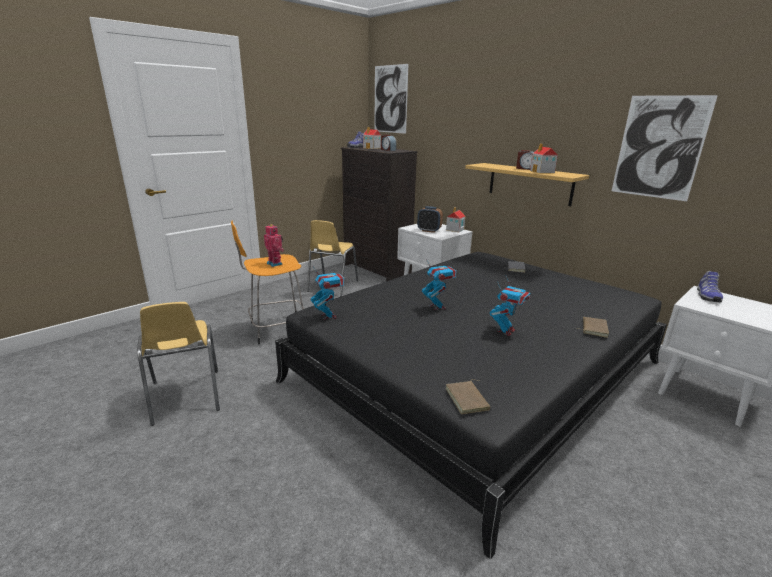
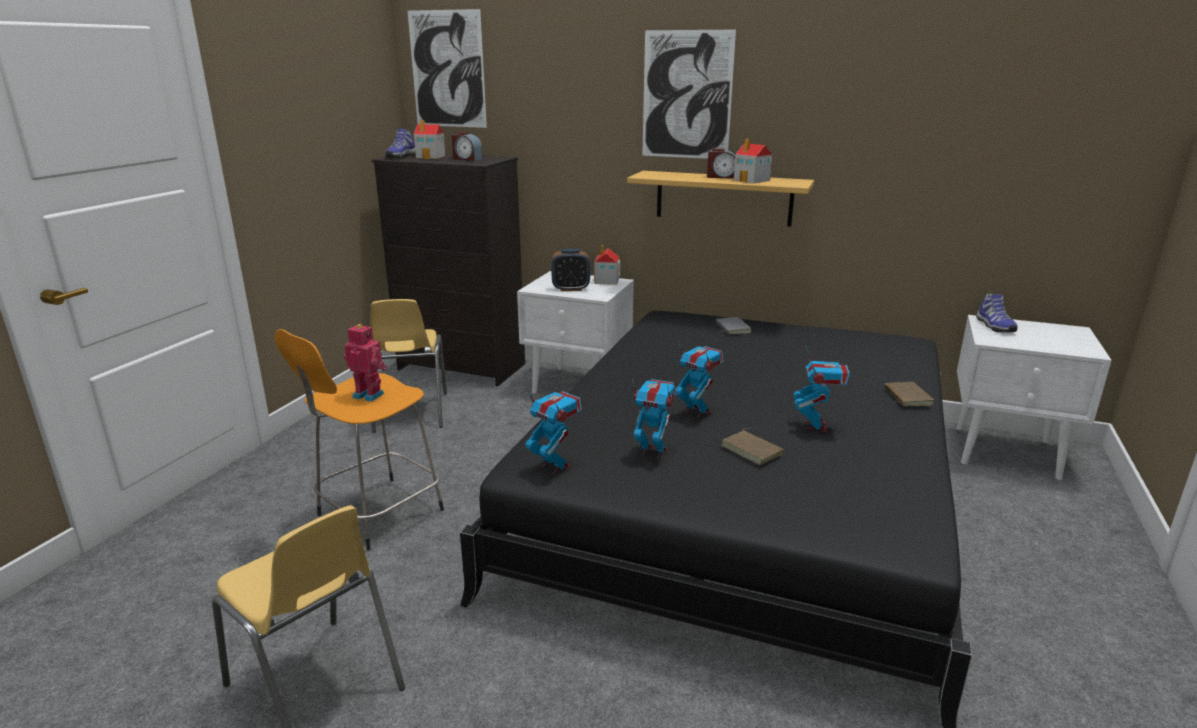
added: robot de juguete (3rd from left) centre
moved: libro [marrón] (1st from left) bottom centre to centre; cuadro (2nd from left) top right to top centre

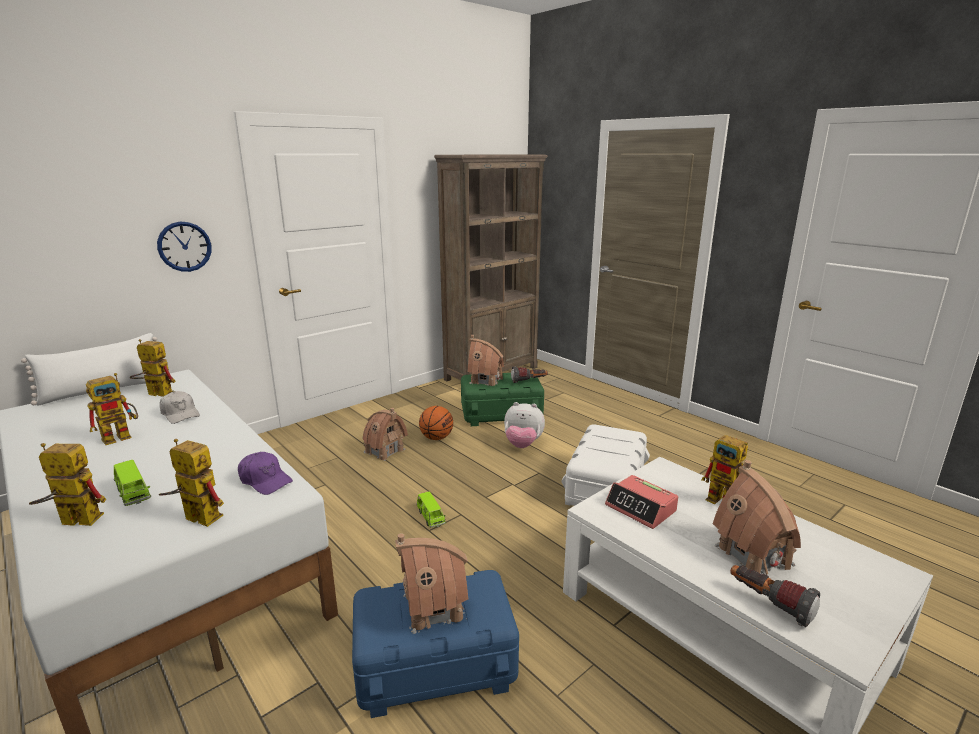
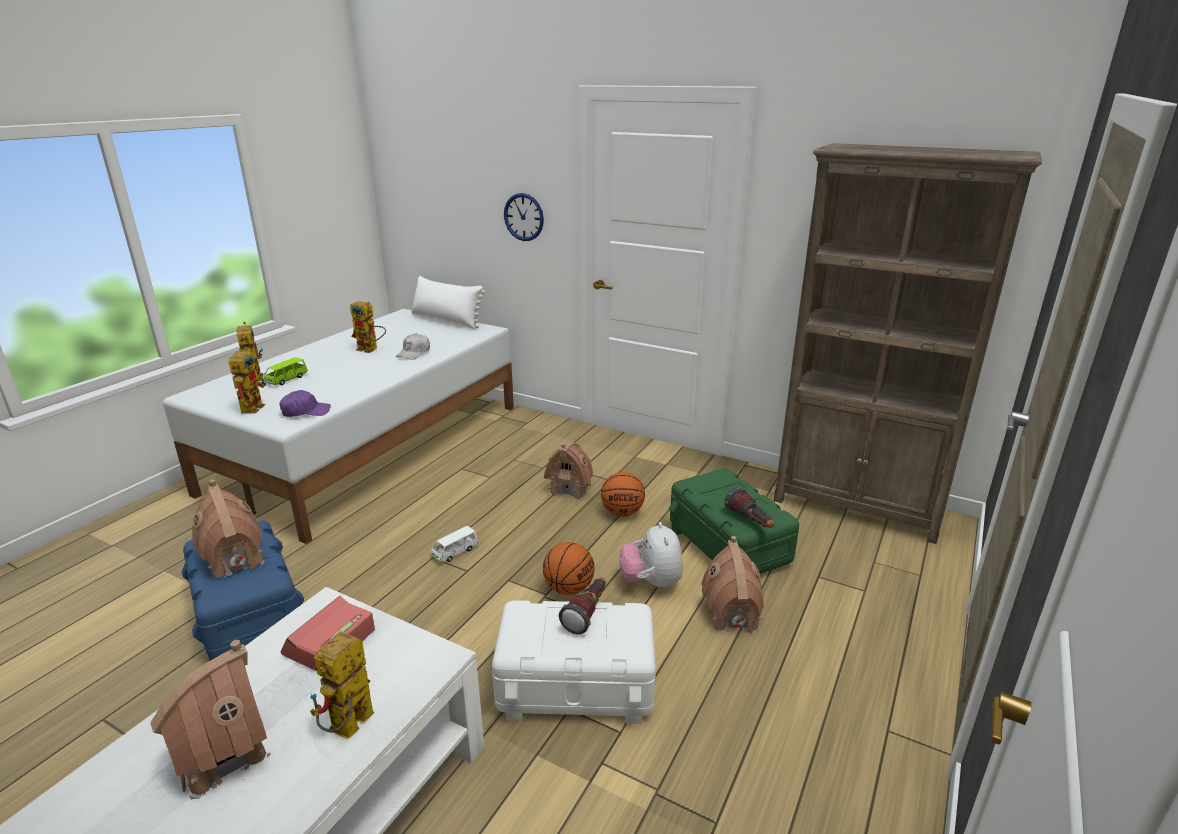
removed: robot de juguete (3rd from left) middle left
added: balón de baloncesto (1st from left) bottom centre
moved: casita (3rd from left in the first image) centre to casita (4th from left) bottom centre; linterna (2nd from left in the first image) bottom right to linterna (1st from left) bottom centre
recoloured: coche de juguete [verde] (2nd from left) bottom centre to coche de juguete [blanco] centre
turned: gorra [morado] middle left = middle left 120 degrees counterclockwise

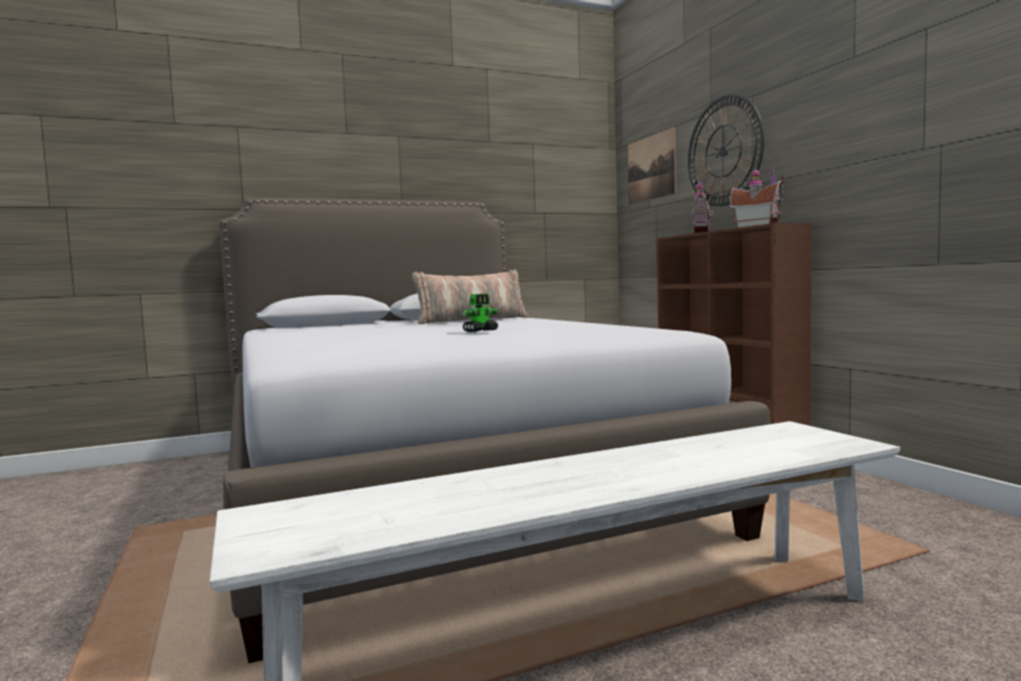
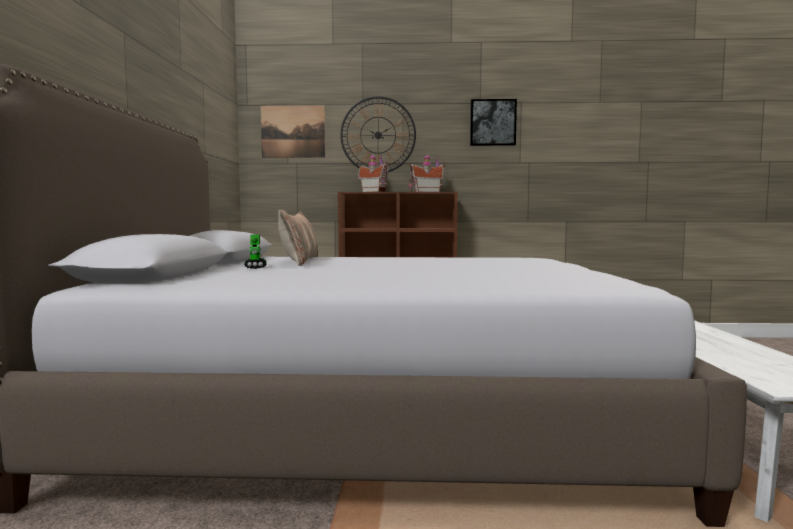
added: cuadro (2nd from left) top centre
moved: robot de juguete centre to middle left

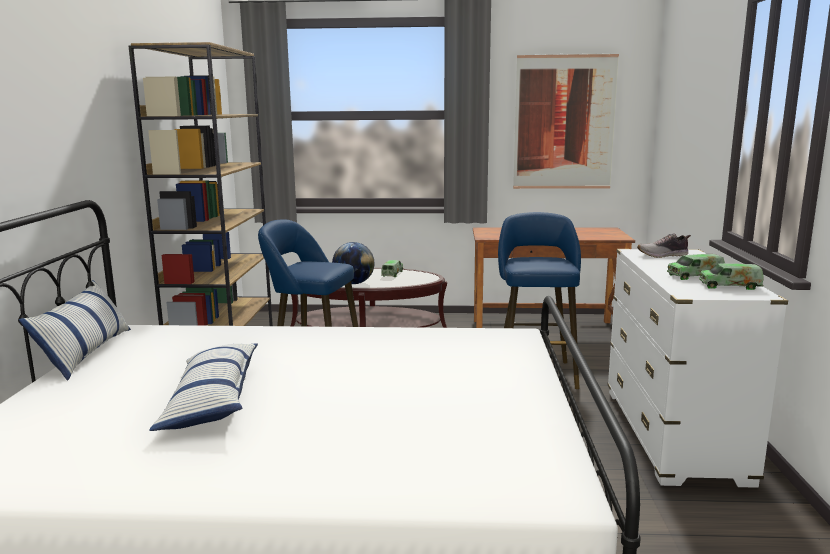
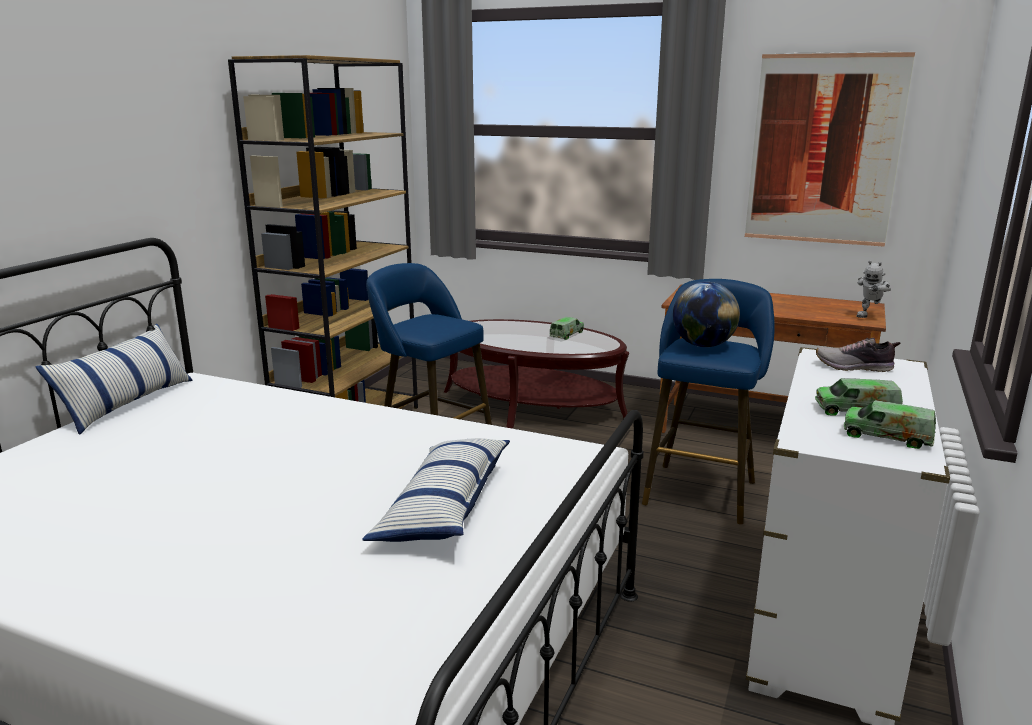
added: robot de juguete middle right
moved: cojín (2nd from left) bottom left to bottom centre; globo terráqueo centre to middle right

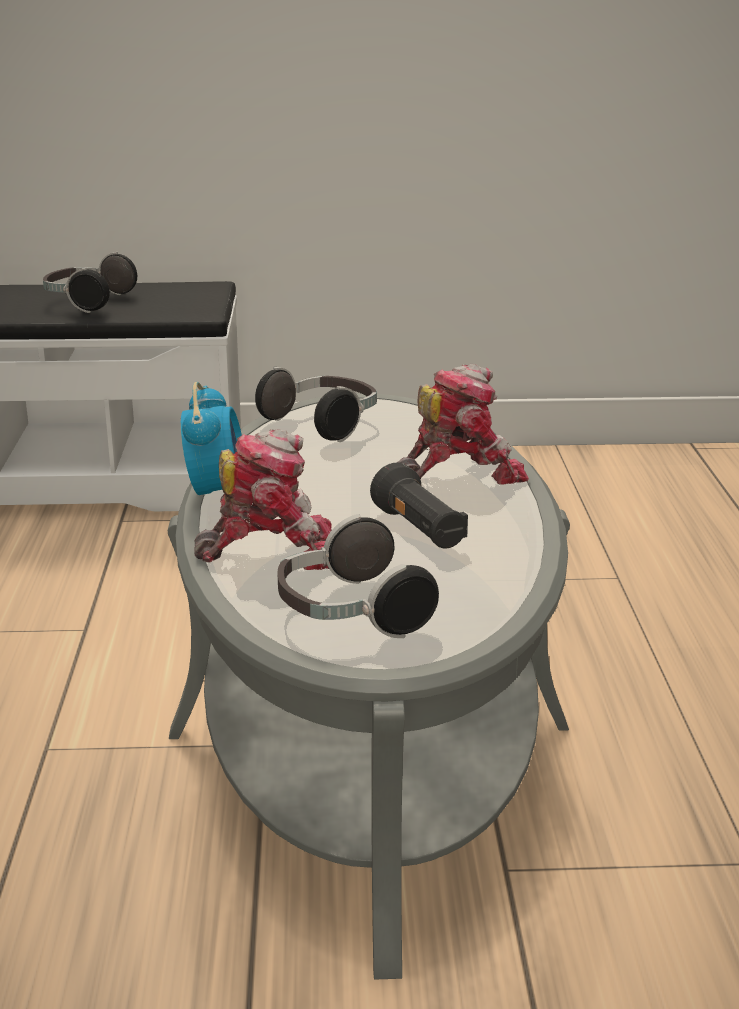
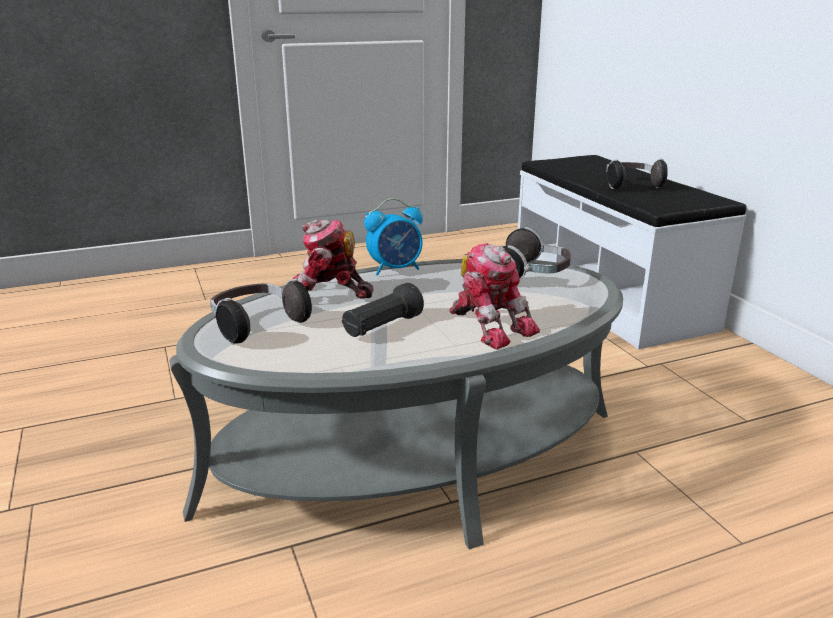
turned: robot de juguete (1st from left) centre = centre 120 degrees clockwise

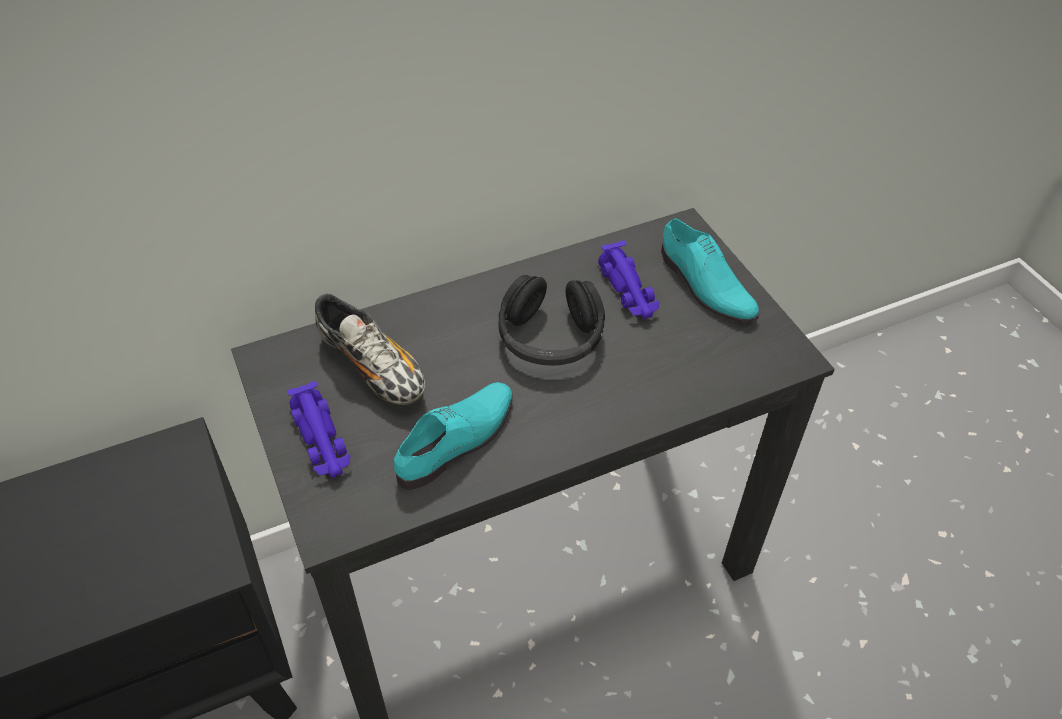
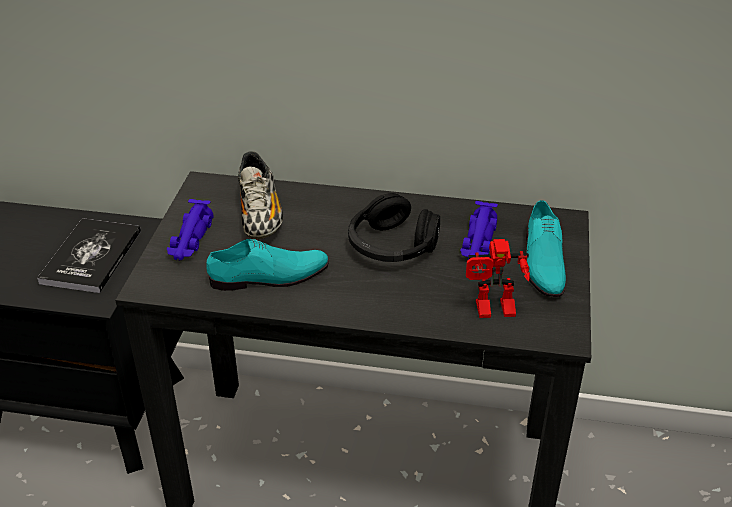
added: libro middle left; robot de juguete middle right

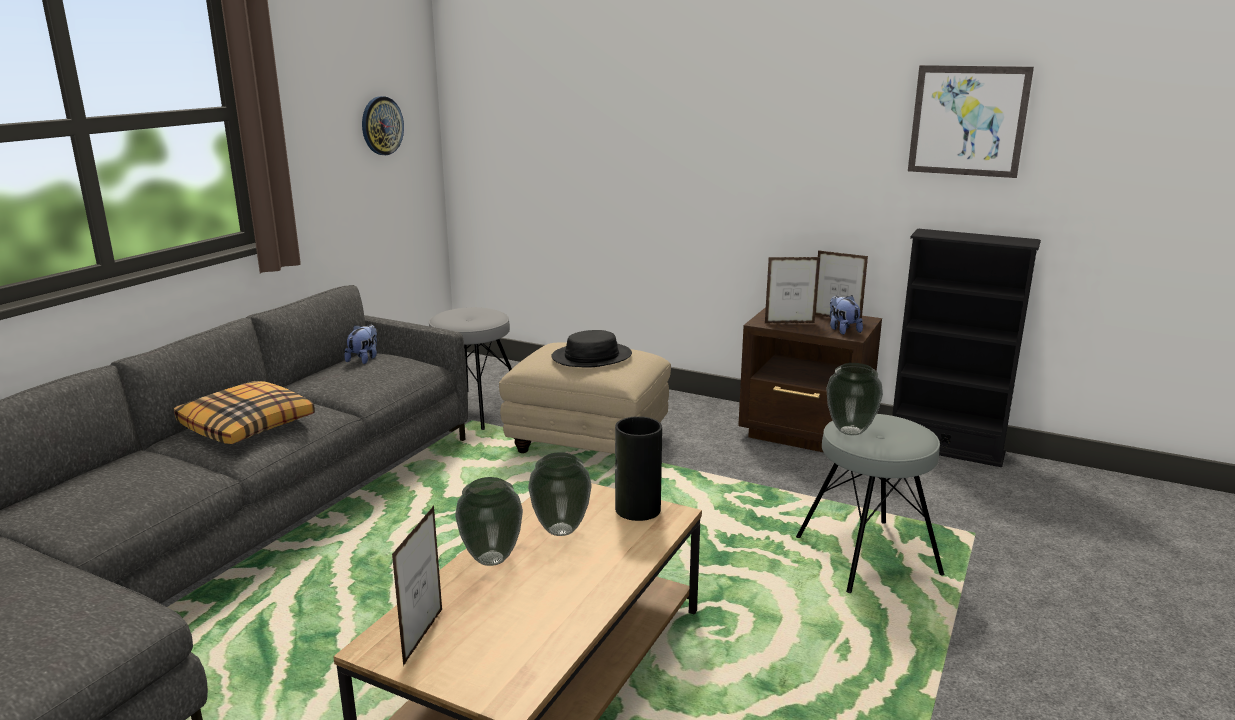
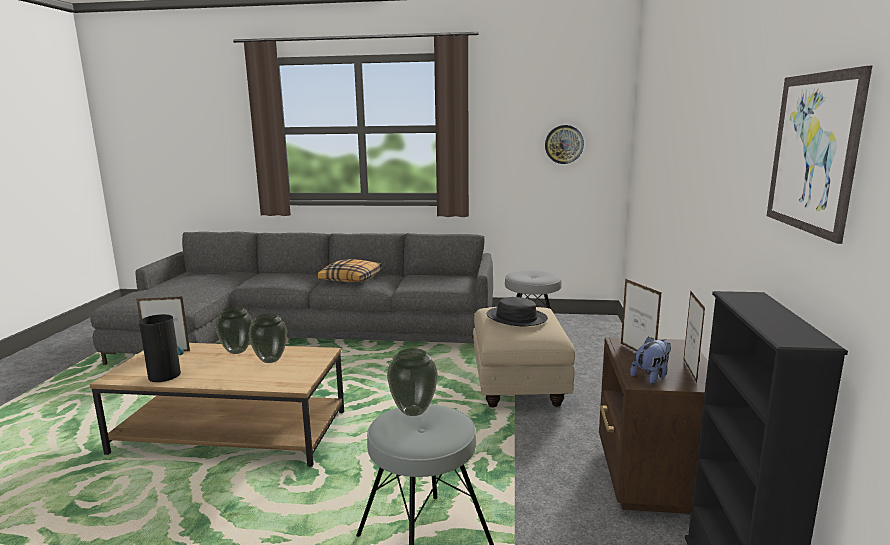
removed: peluche (1st from left) middle left
moved: florero (3rd from left in the first image) centre to florero (1st from left) middle left

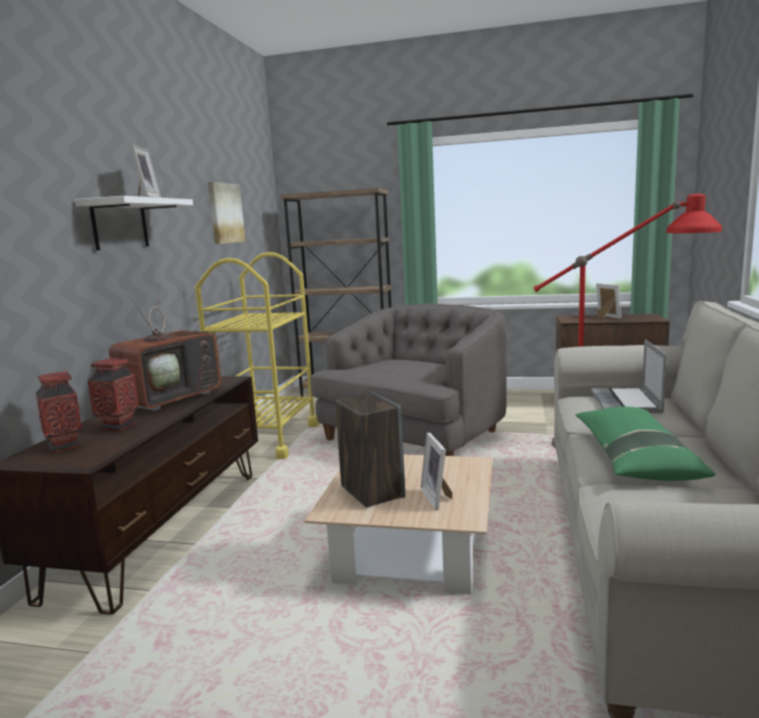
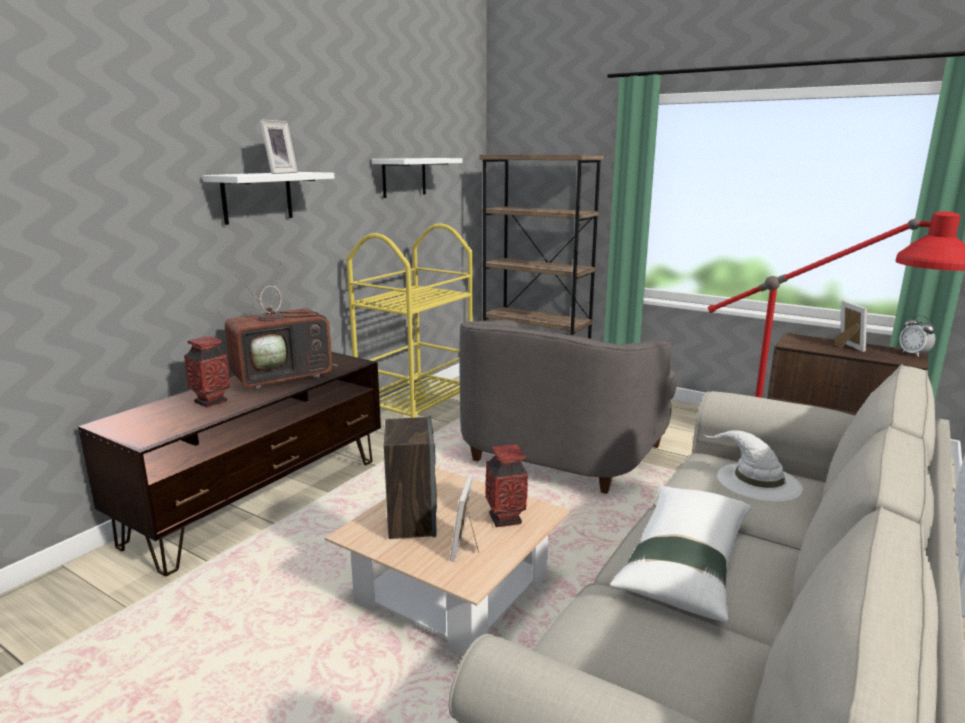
added: despertador middle right
moved: florero (1st from left in the first image) middle left to florero (2nd from left) bottom centre
replaced: cuadro top left to estante [blanco] (2nd from left) top centre; portátil middle right to sombrero [blanco] middle right
recoloured: cojín [verde] middle right to cojín [blanco] bottom right
turned: sillón [gris] centre = centre 150 degrees clockwise

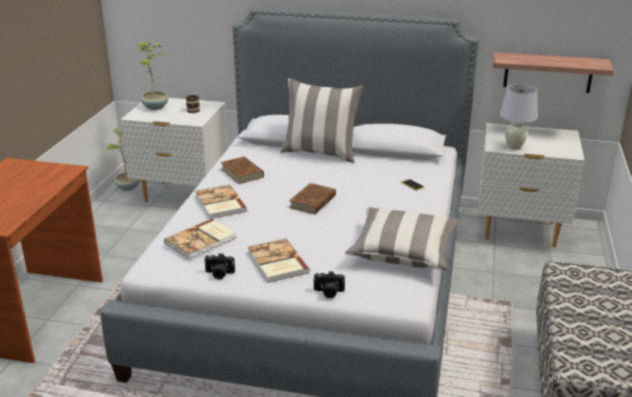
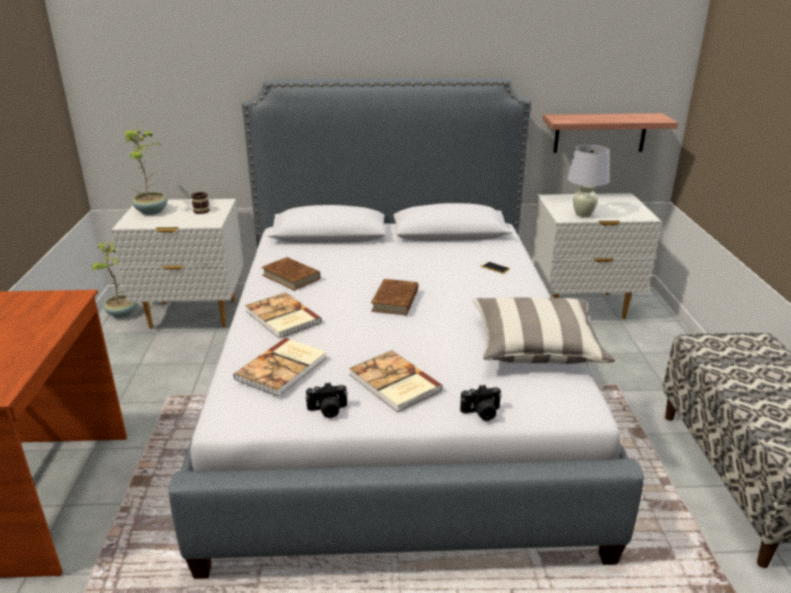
removed: cojín (1st from left) top centre

